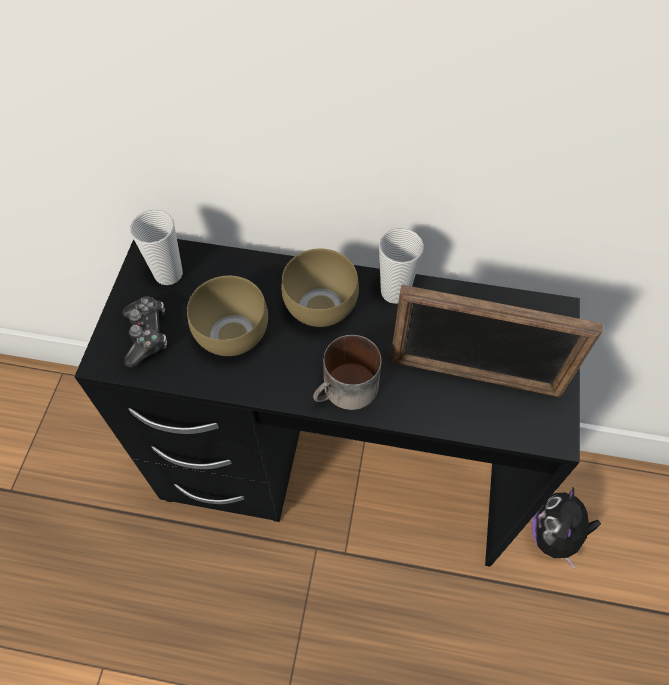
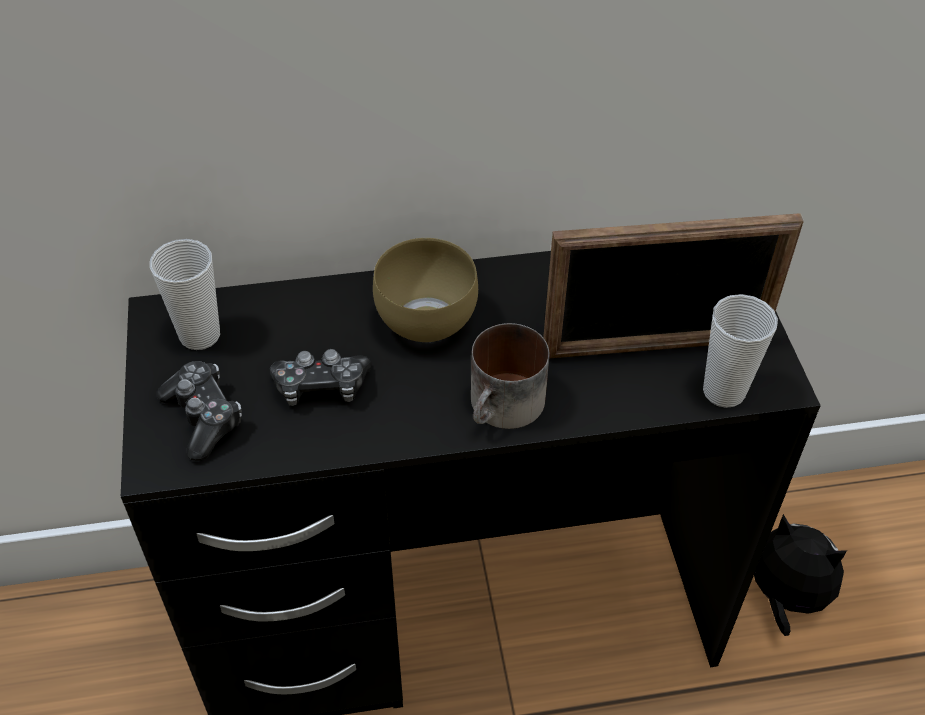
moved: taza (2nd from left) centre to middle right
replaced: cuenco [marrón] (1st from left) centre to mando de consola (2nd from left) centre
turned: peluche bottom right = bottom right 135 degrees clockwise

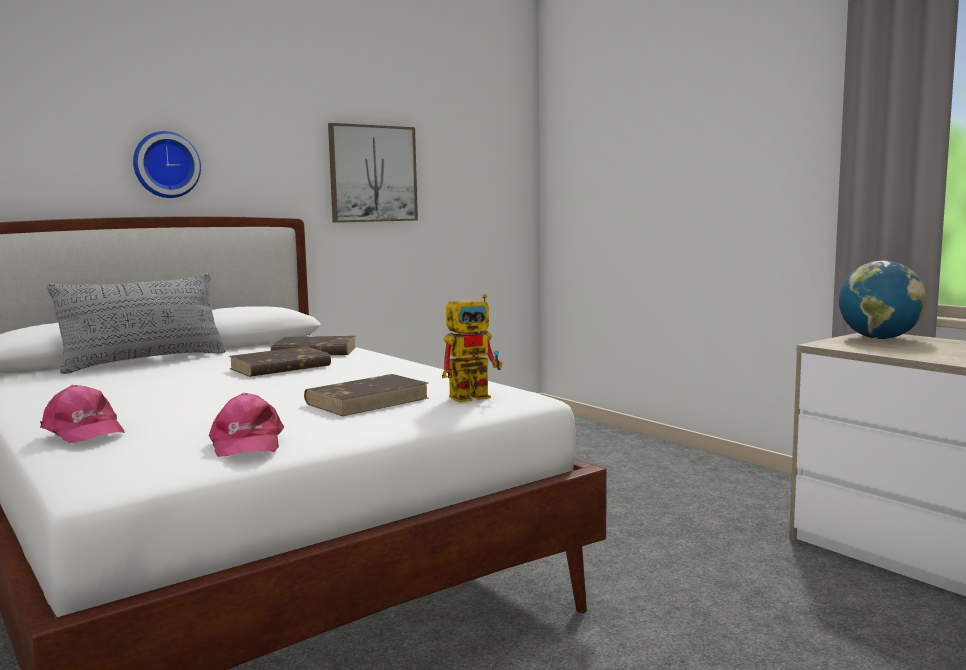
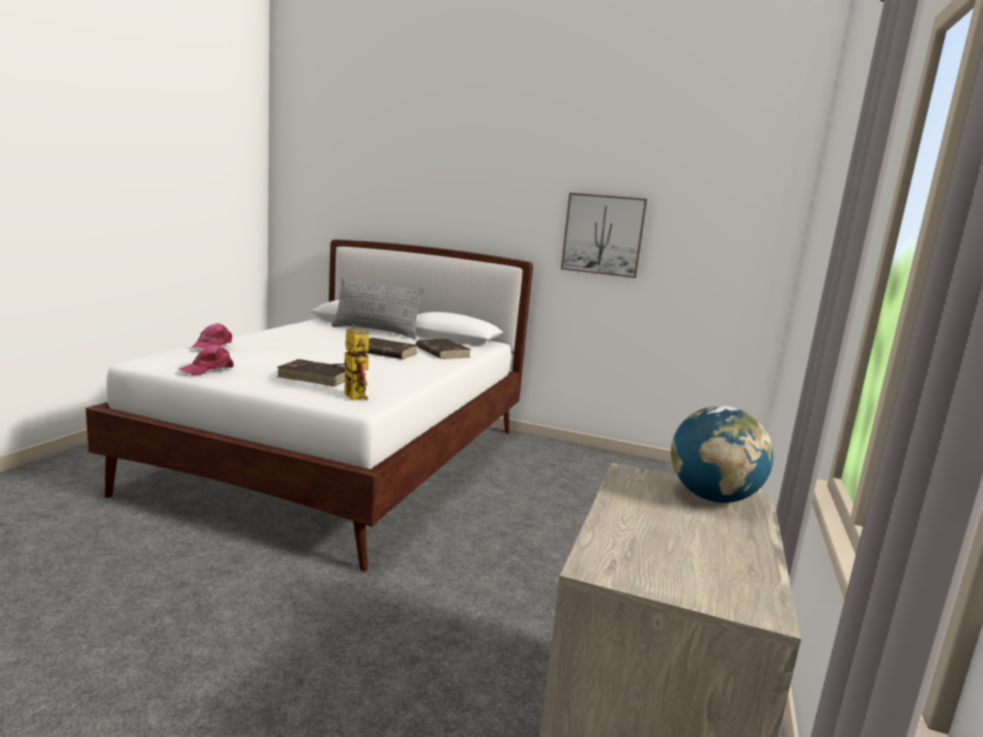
removed: reloj de pared top left
turned: robot de juguete centre = centre 150 degrees counterclockwise

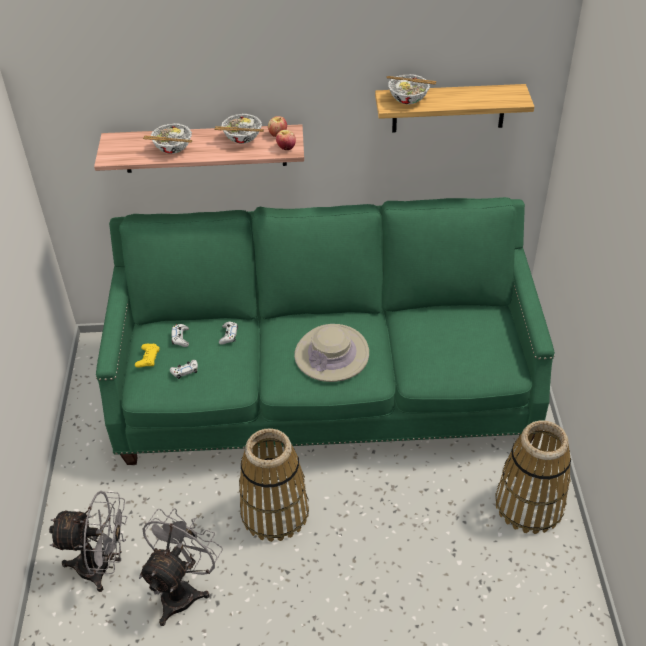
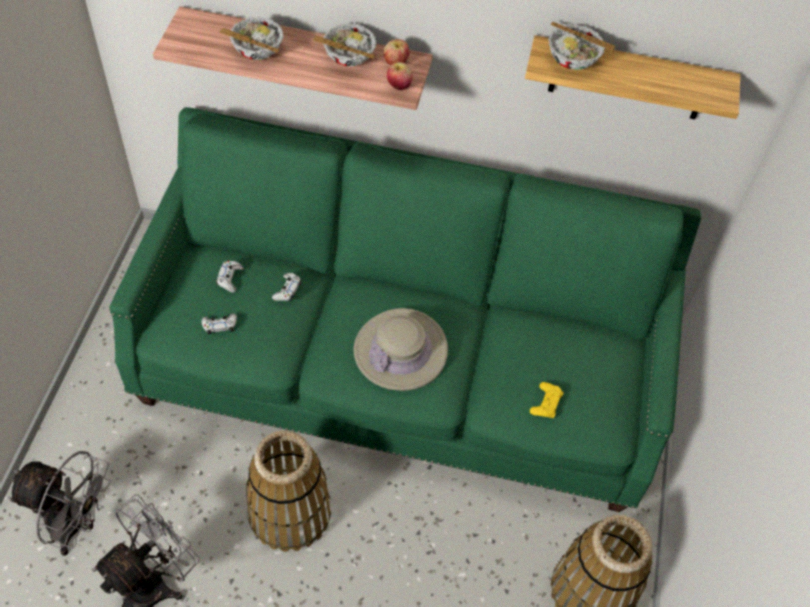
moved: mando de consola [amarillo] middle left to middle right

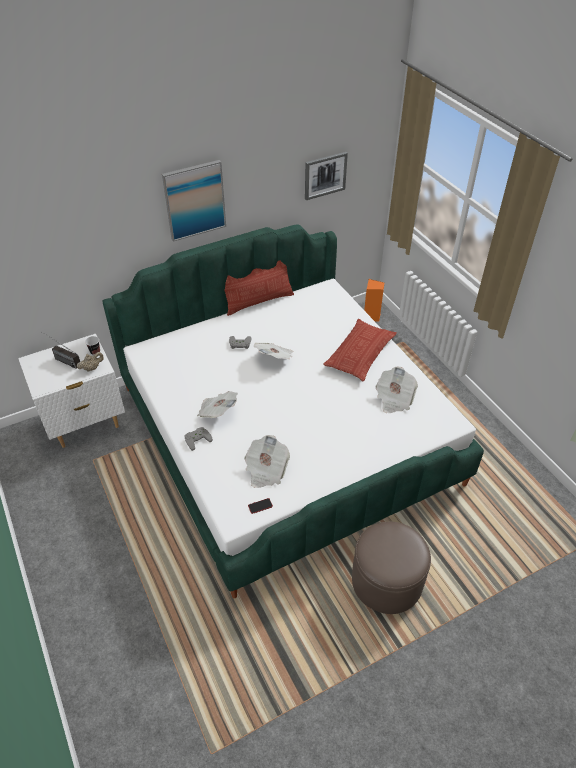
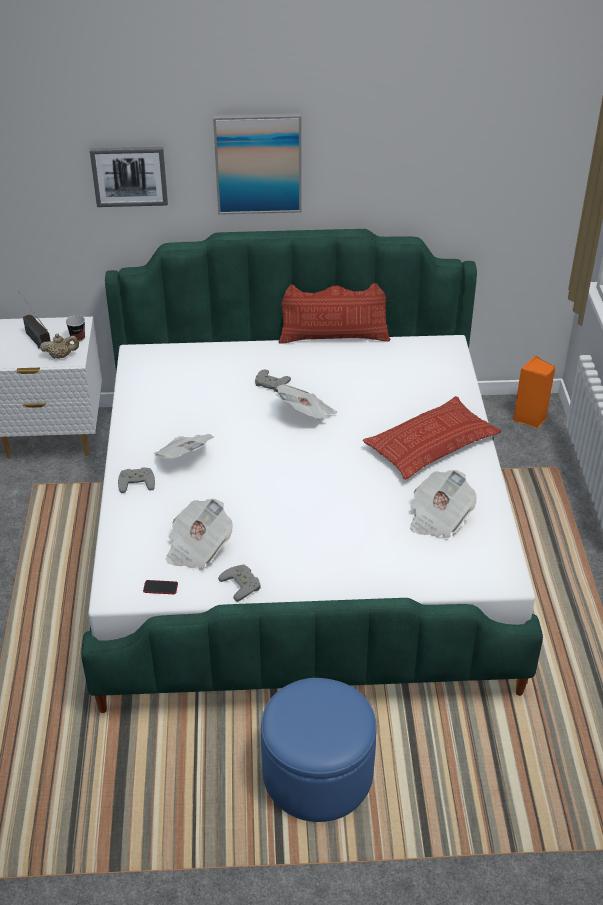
added: mando de consola [gris] (2nd from left) centre
moved: cuadro (2nd from left in the first image) top centre to cuadro (1st from left) top left
recoloured: puf [marrón] bottom right to puf [azul] bottom centre

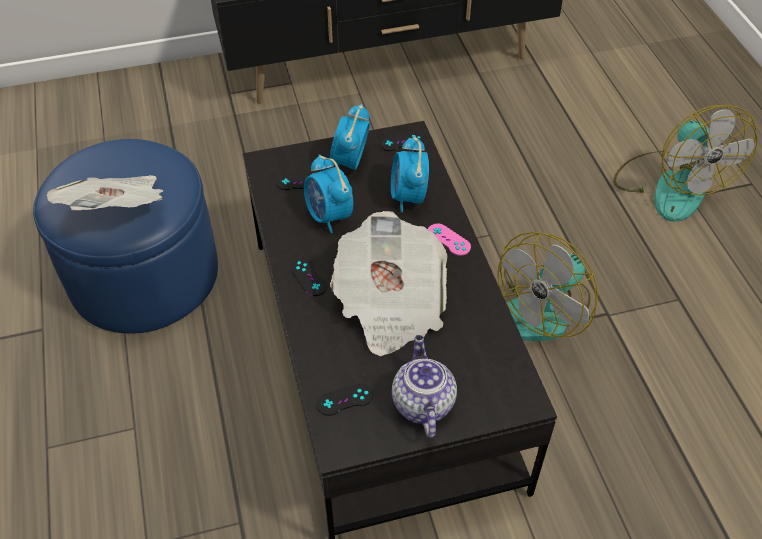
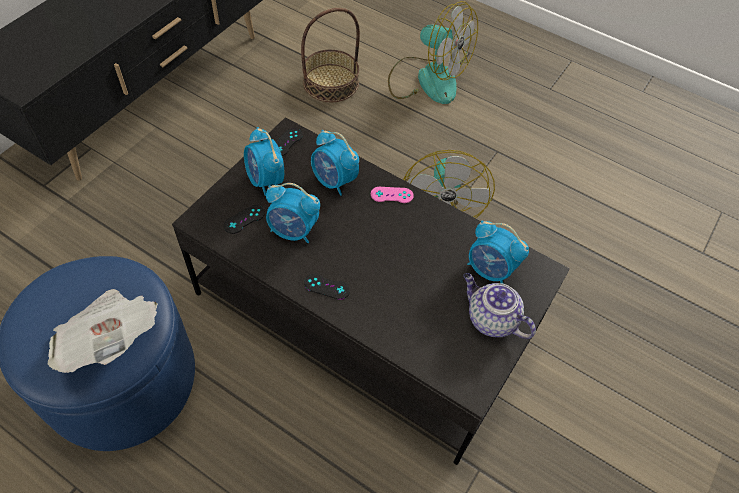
removed: mando de consola [negro] (3rd from left) bottom centre; periódico (2nd from left) centre
added: cesta top centre; despertador (4th from left) middle right

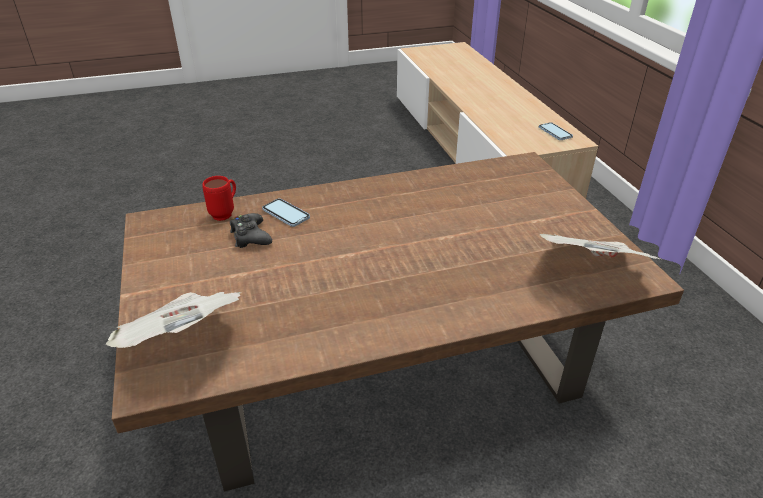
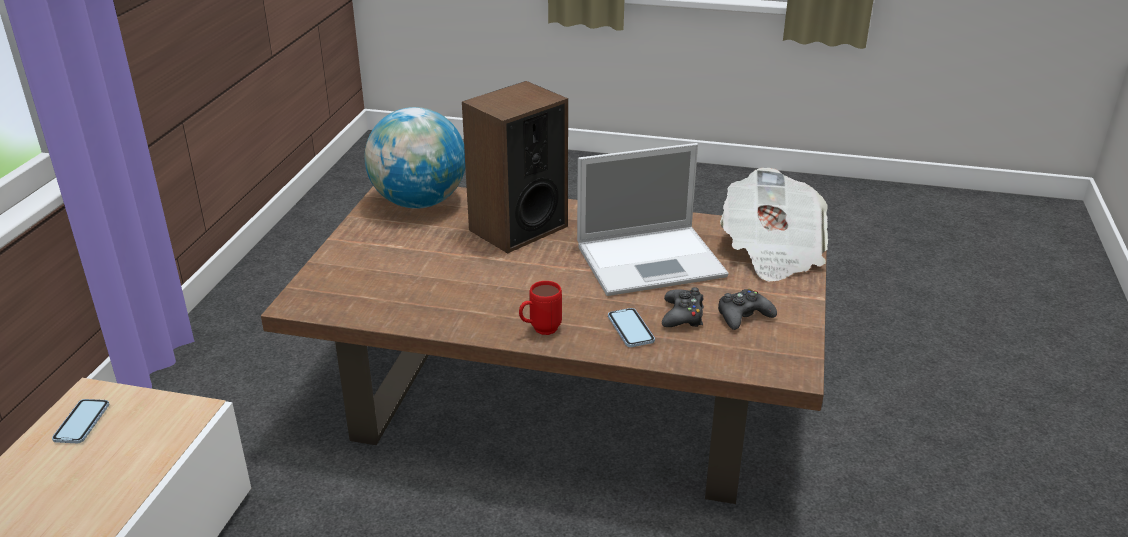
added: altavoz top centre; portátil centre; mando de consola [negro] (2nd from left) centre
moved: taza grande [rojo] middle left to centre
replaced: periódico (2nd from left) middle right to globo terráqueo top centre

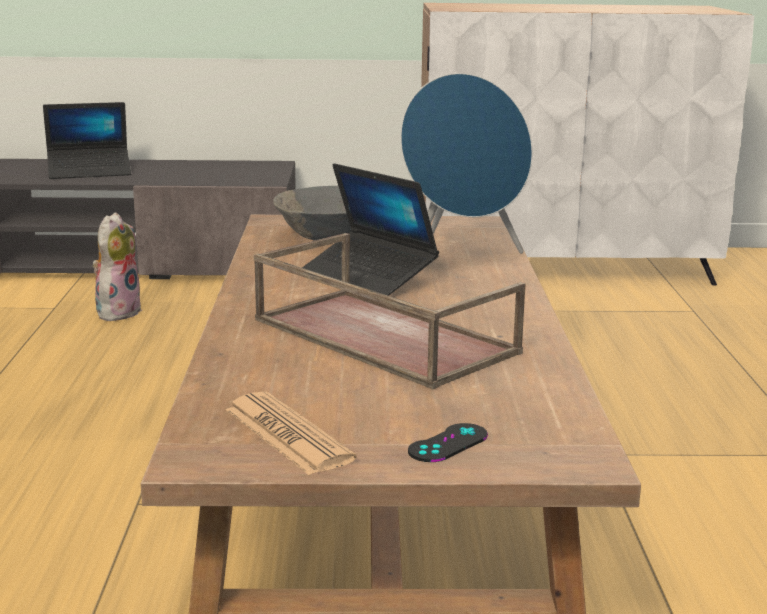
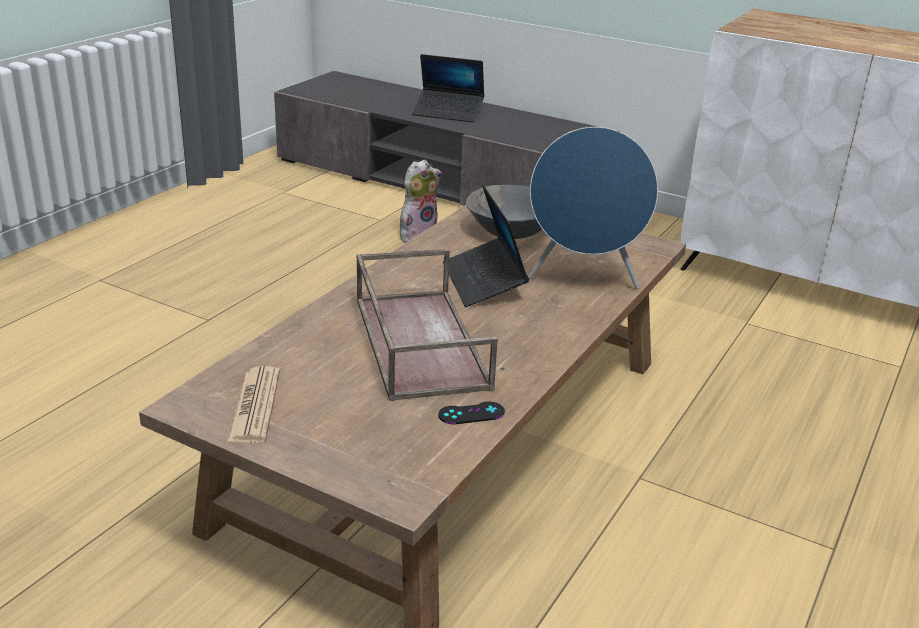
moved: mando de consola [negro] bottom centre to centre

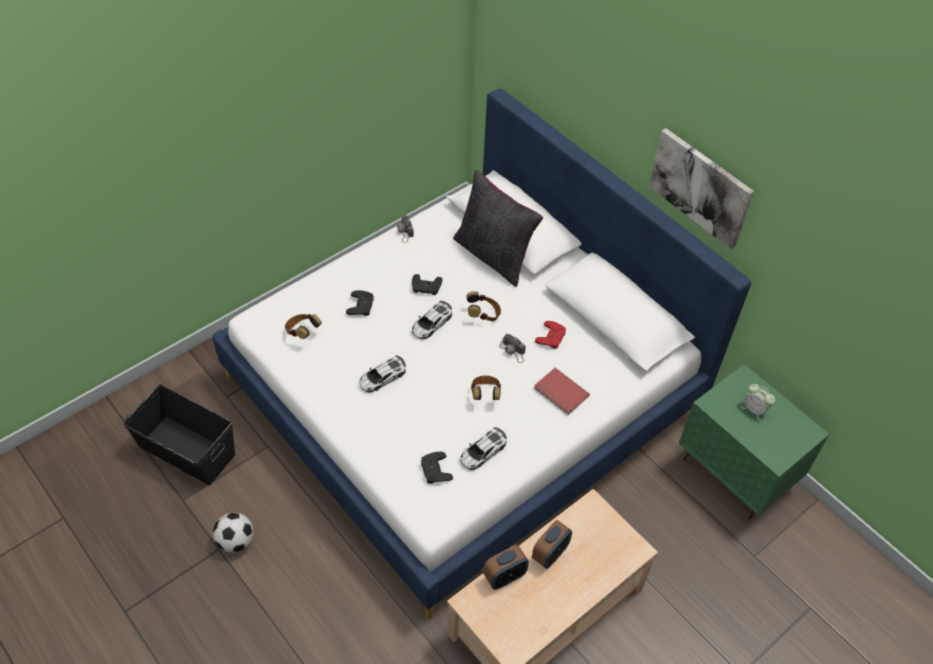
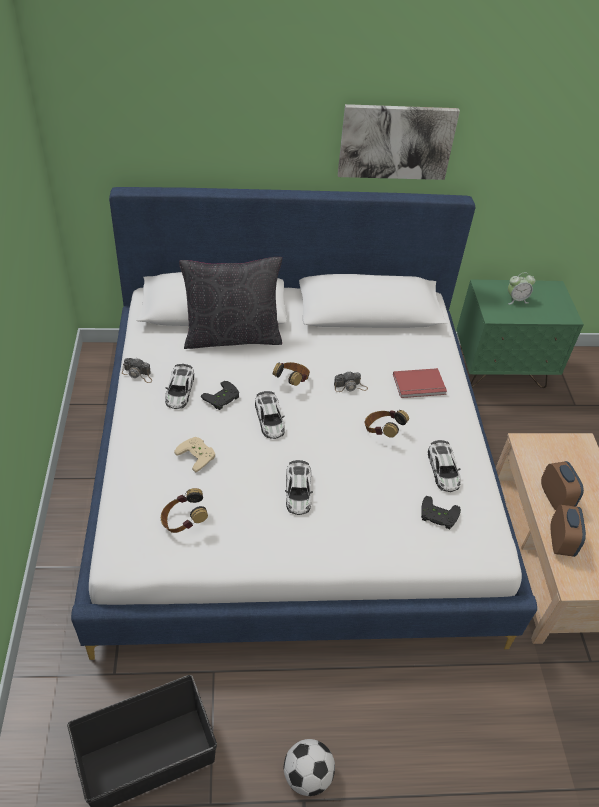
removed: mando de consola [rojo] centre
added: coche de juguete (1st from left) middle left
recoloured: mando de consola [negro] (1st from left) centre to mando de consola [beis] middle left

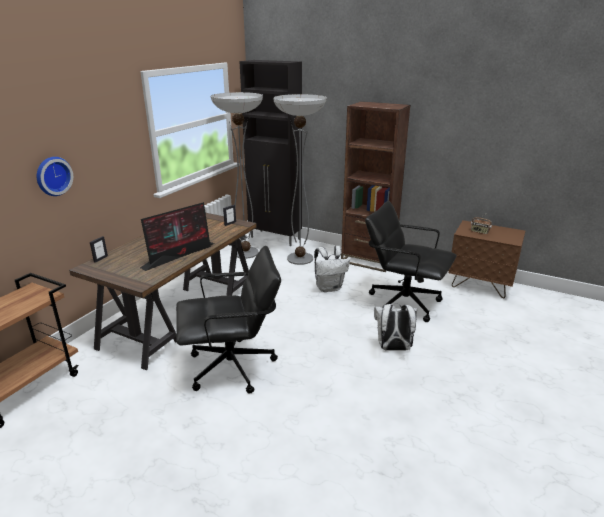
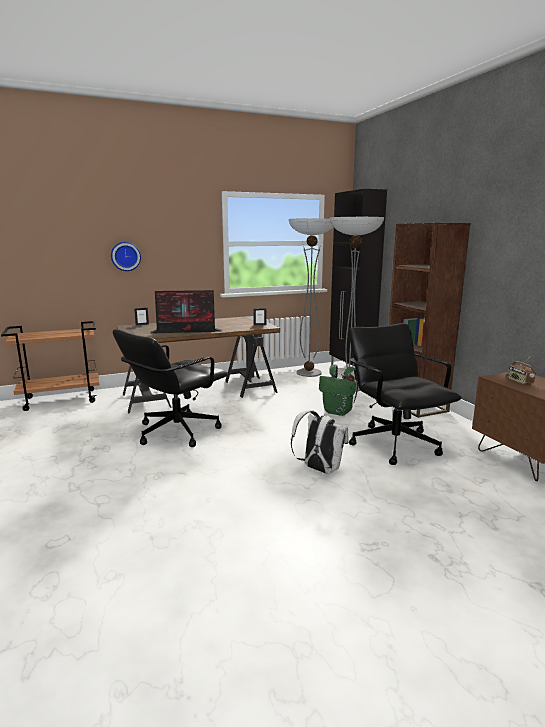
recoloured: mochila [blanco] (1st from left) centre to mochila [verde] centre
turned: silla de oficina [negro] (1st from left) centre = middle left 105 degrees clockwise

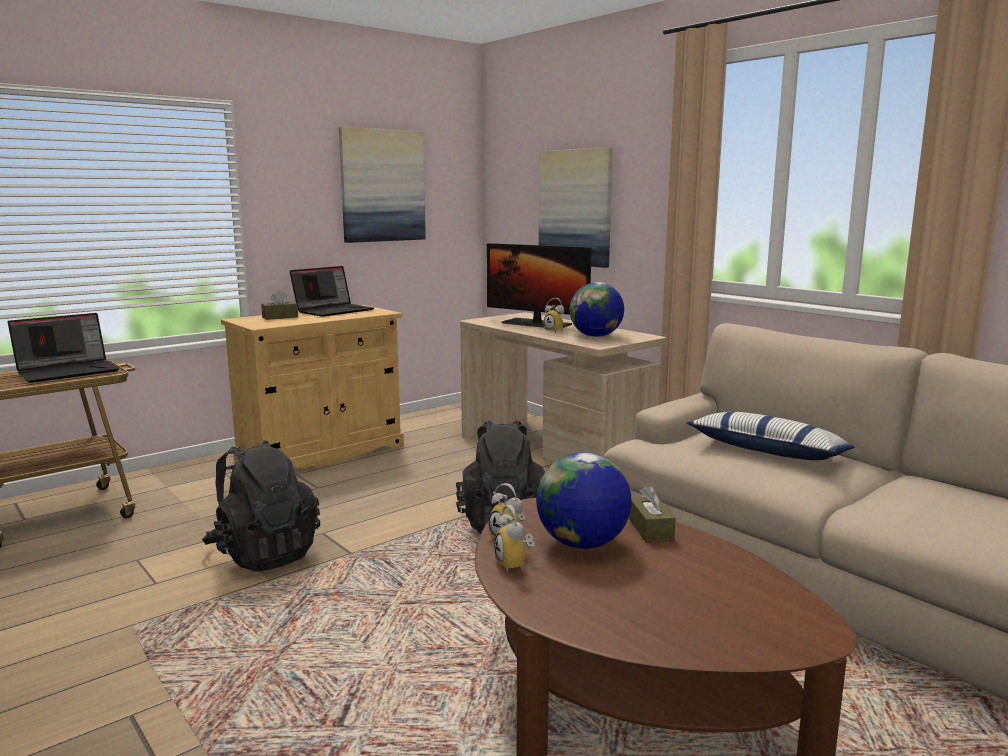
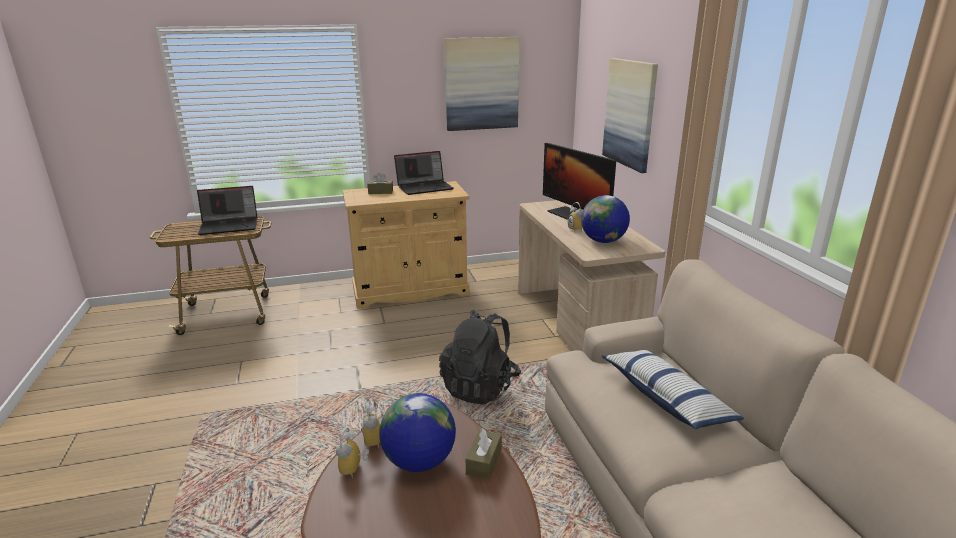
removed: mochila [negro] (1st from left) bottom left

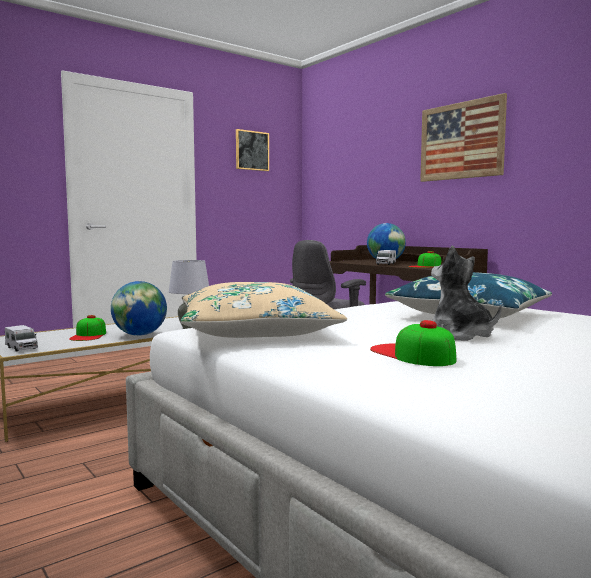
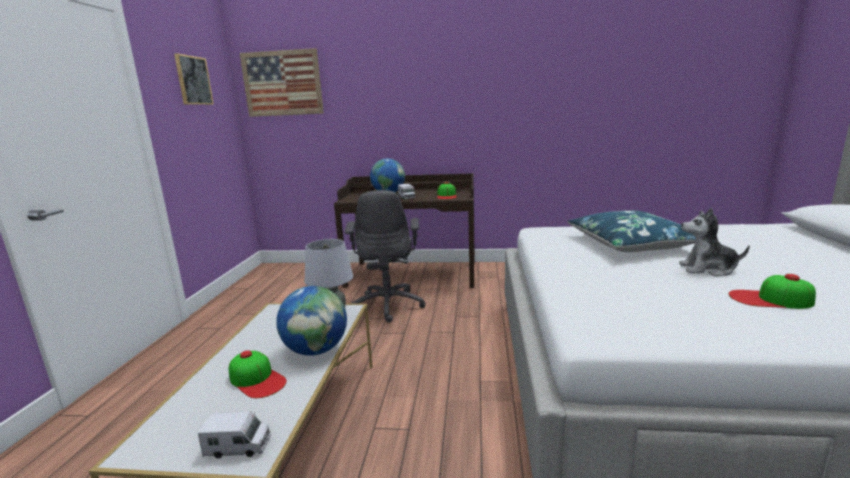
removed: cojín [beis] centre
moved: cuadro (2nd from left) top right to top left

